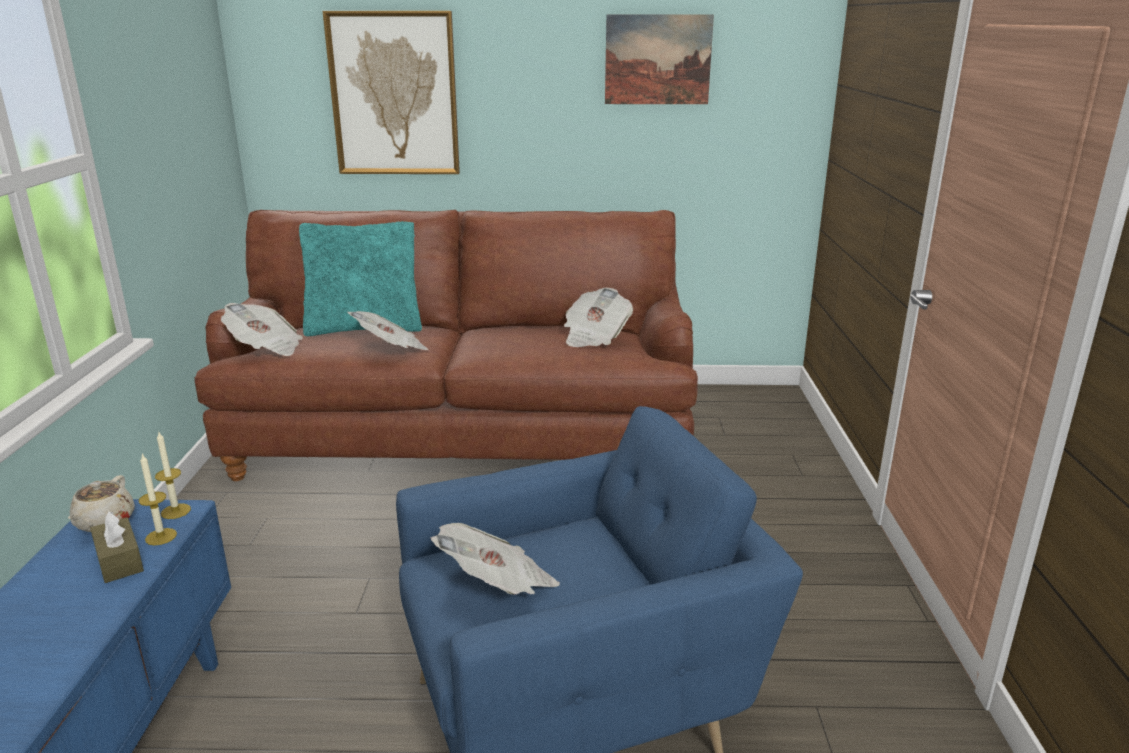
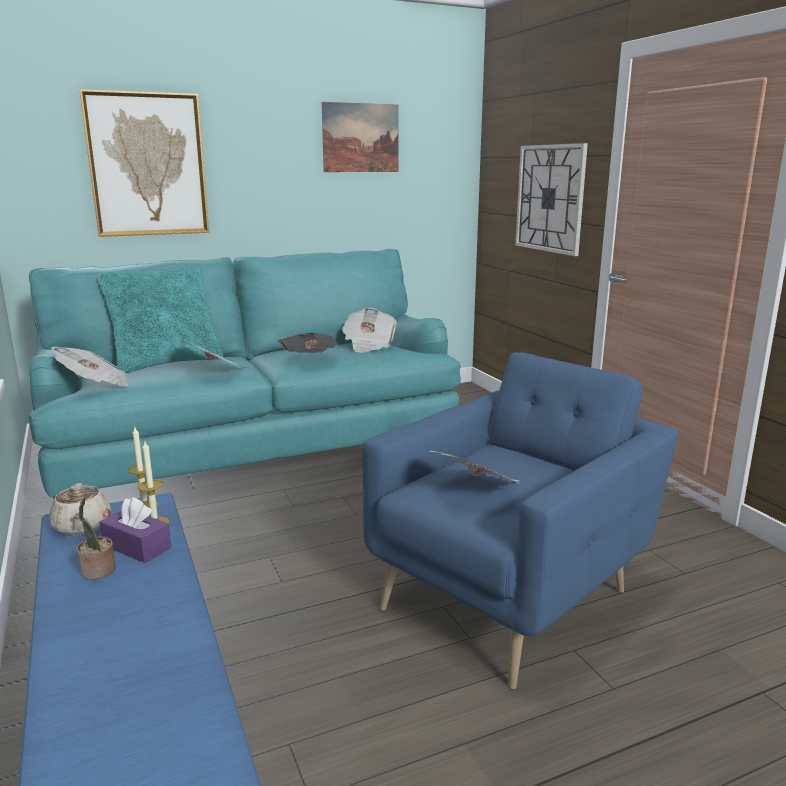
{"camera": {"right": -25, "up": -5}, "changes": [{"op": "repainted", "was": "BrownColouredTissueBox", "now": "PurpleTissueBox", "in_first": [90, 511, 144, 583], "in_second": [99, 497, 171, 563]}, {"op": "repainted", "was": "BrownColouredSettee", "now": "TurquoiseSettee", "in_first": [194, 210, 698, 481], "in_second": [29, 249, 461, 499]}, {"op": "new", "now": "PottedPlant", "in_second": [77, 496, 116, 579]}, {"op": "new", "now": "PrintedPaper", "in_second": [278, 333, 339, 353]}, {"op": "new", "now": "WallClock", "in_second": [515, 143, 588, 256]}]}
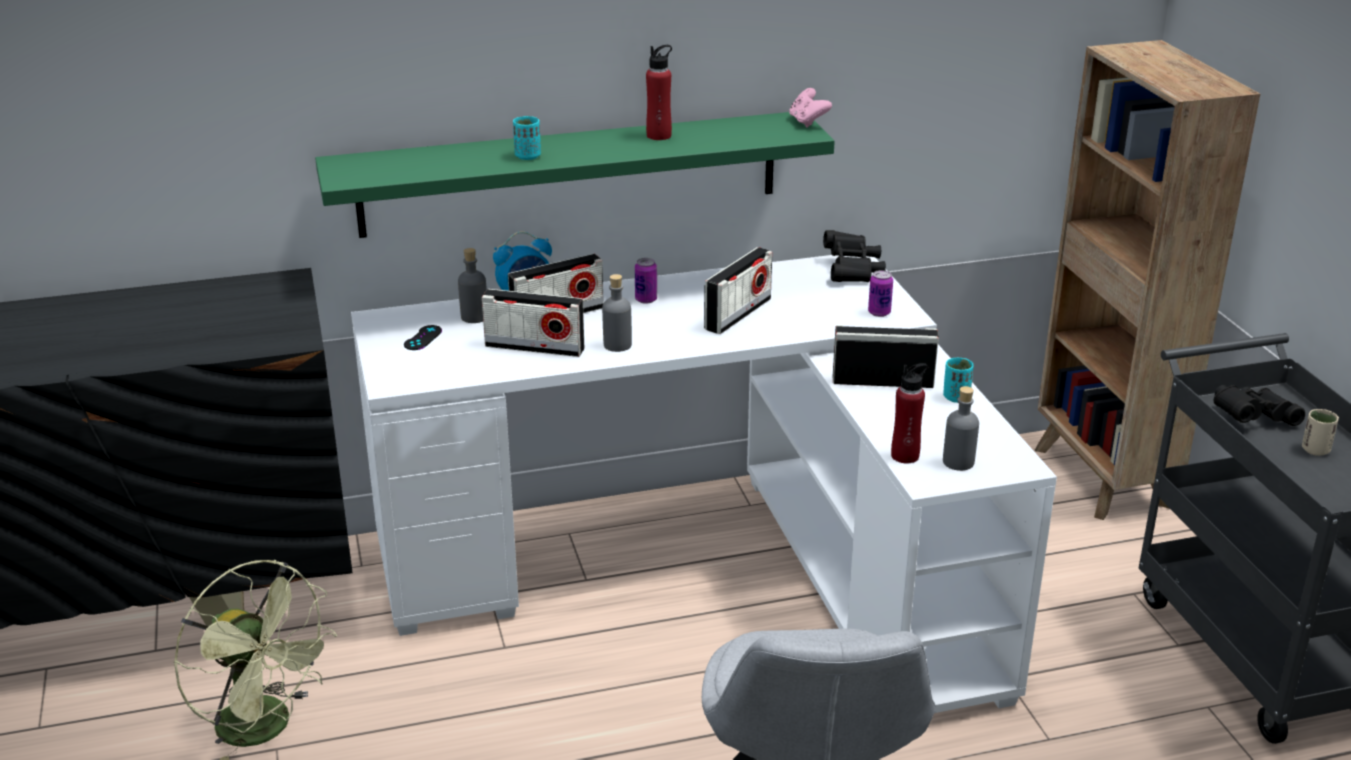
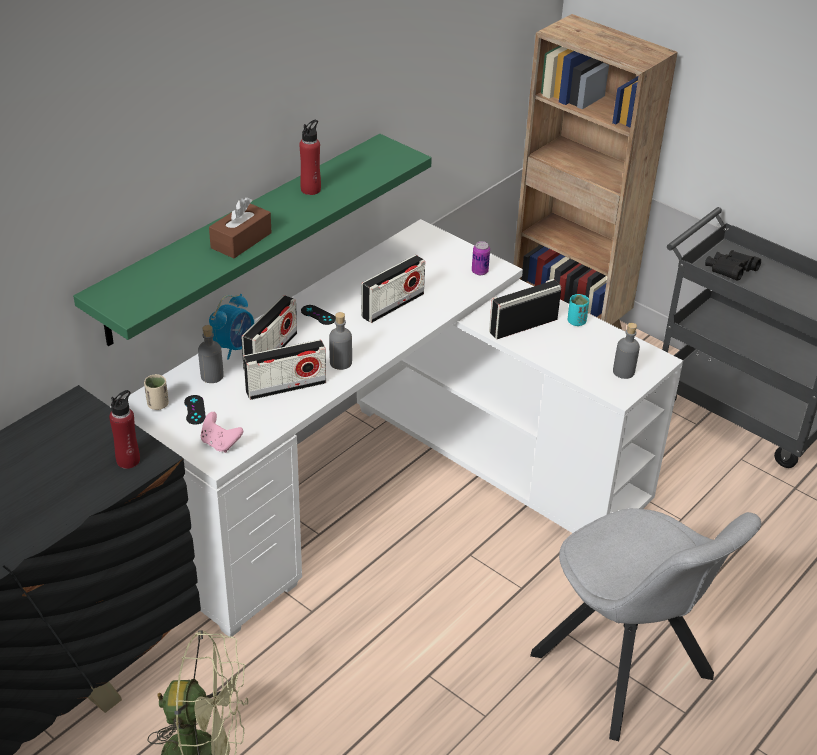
{"camera": {"right": -35, "up": 10}, "changes": [{"op": "swapped", "was": "TurquoiseDrinkingCup", "now": "BrownColouredTissueBox", "in_first": [513, 116, 541, 160], "in_second": [209, 197, 272, 258]}, {"op": "swapped", "was": "Can", "now": "BlackishJoypad", "in_first": [635, 258, 657, 304], "in_second": [301, 305, 336, 325]}, {"op": "rotated", "was": "RadioReceiver", "in_first": [704, 247, 772, 334], "in_second": [361, 255, 425, 323], "clockwise": 45}, {"op": "shifted", "was": "PinkJoypad", "in_first": [789, 88, 832, 128], "in_second": [201, 412, 243, 453]}, {"op": "gone", "was": "BlackishPairOfBinoculars", "in_first": [823, 230, 886, 282]}, {"op": "shifted", "was": "ReddishBottle", "in_first": [891, 363, 928, 464], "in_second": [109, 390, 140, 469]}, {"op": "shifted", "was": "BeigeColouredDrinkingCup", "in_first": [1302, 409, 1339, 456], "in_second": [144, 374, 169, 410]}]}
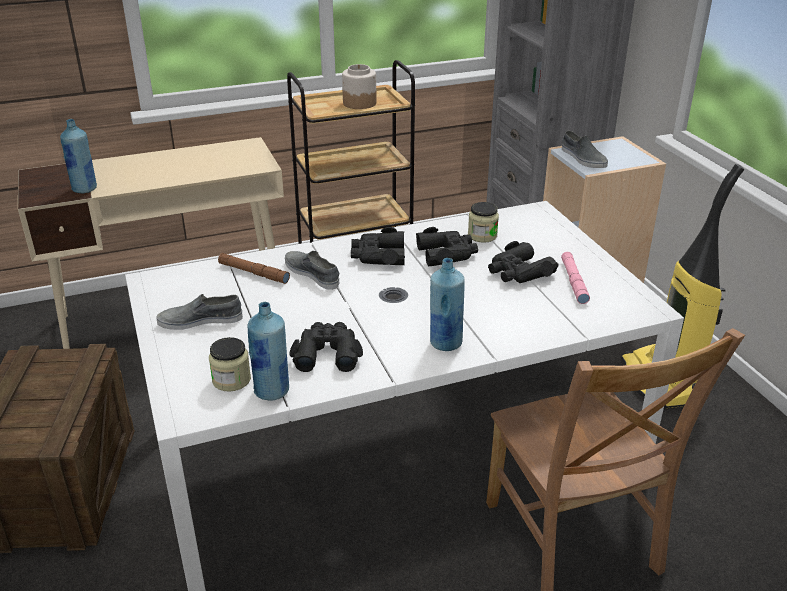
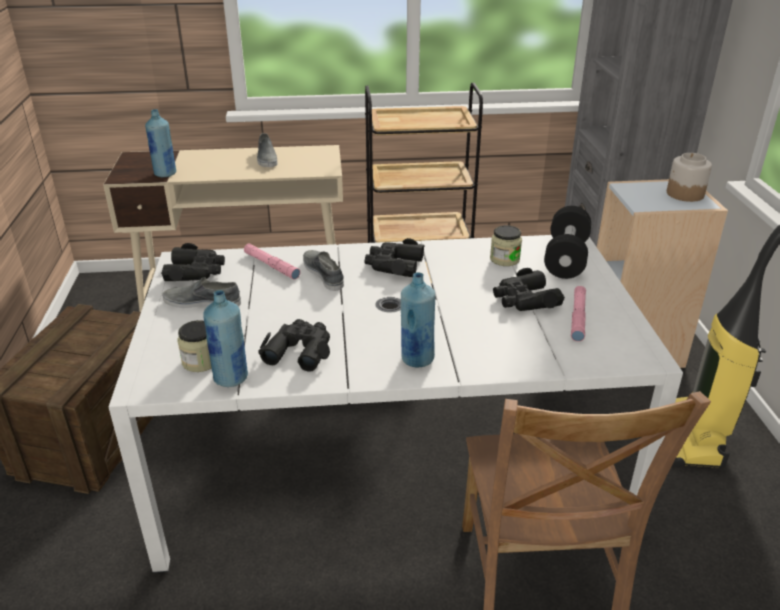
{"camera": {"right": 15, "up": 0}, "changes": [{"op": "repainted", "was": "BrownColouredFlashlight", "now": "PinkFlashlight", "in_first": [218, 253, 290, 284], "in_second": [244, 244, 300, 280]}, {"op": "shifted", "was": "StorageJar", "in_first": [342, 64, 377, 109], "in_second": [667, 153, 712, 202]}, {"op": "shifted", "was": "BlackishPairOfBinoculars", "in_first": [416, 227, 478, 266], "in_second": [161, 243, 225, 281]}, {"op": "shifted", "was": "GreyShoe", "in_first": [562, 131, 608, 168], "in_second": [257, 133, 278, 167]}, {"op": "new", "now": "BlackishDumbbell", "in_second": [544, 206, 591, 279]}]}
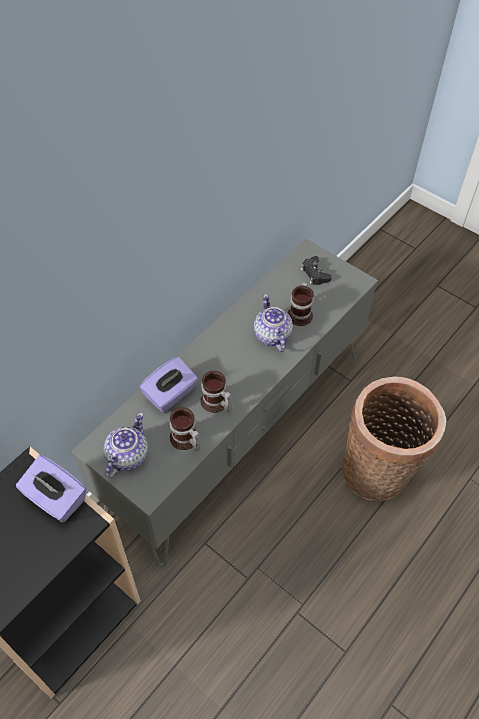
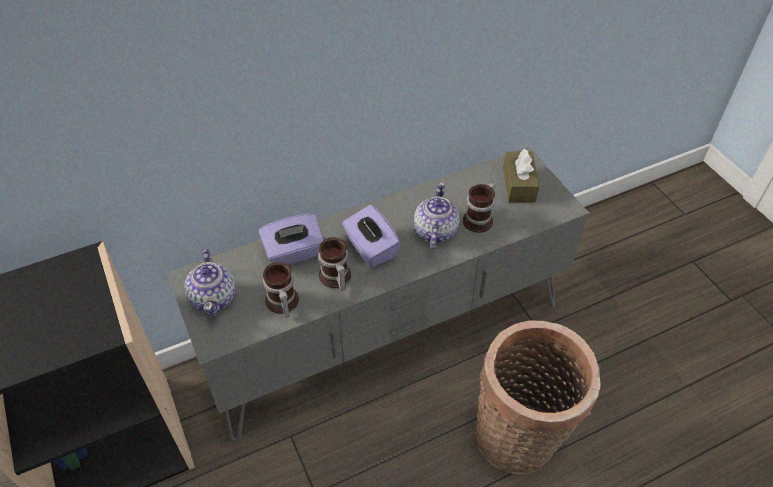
{"camera": {"right": 25, "up": -5}, "changes": [{"op": "shifted", "was": "PurpleTissueBox", "in_first": [16, 455, 87, 523], "in_second": [342, 205, 401, 268]}, {"op": "rotated", "was": "TeaPot", "in_first": [104, 412, 148, 479], "in_second": [184, 250, 236, 317], "clockwise": 120}, {"op": "swapped", "was": "BlackishJoypad", "now": "BrownColouredTissueBox", "in_first": [301, 256, 332, 285], "in_second": [503, 148, 539, 203]}]}
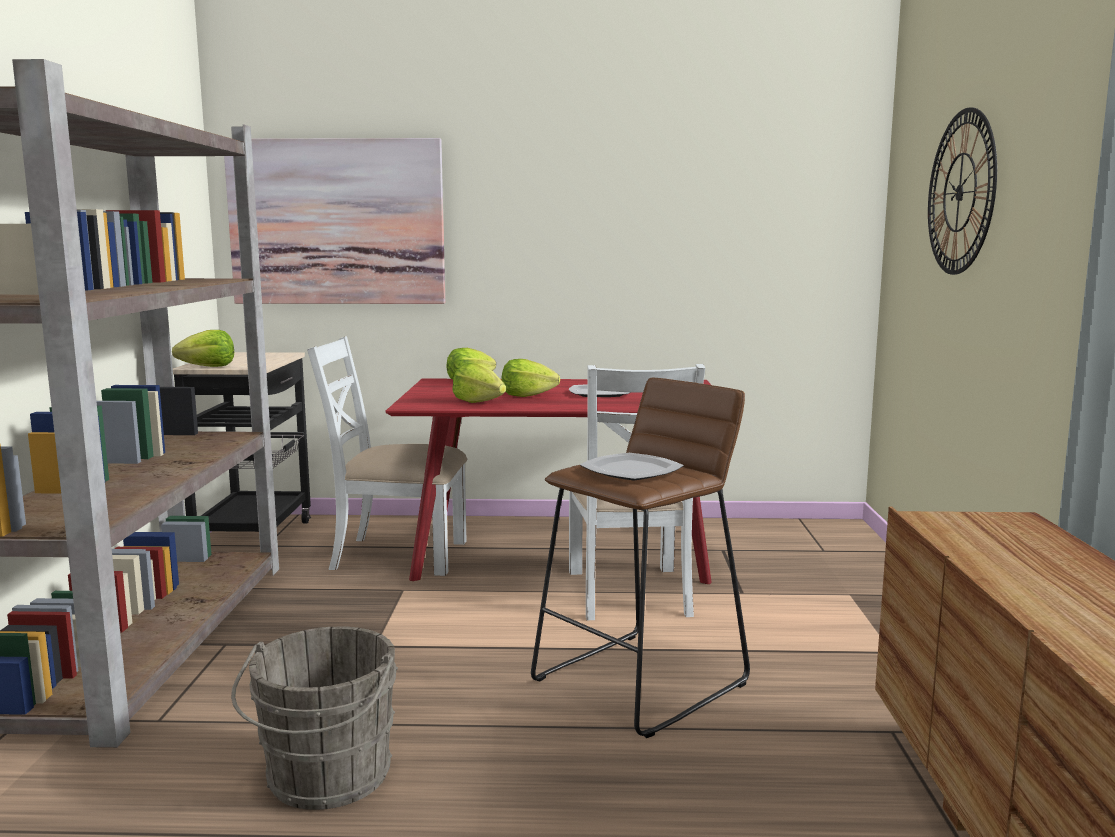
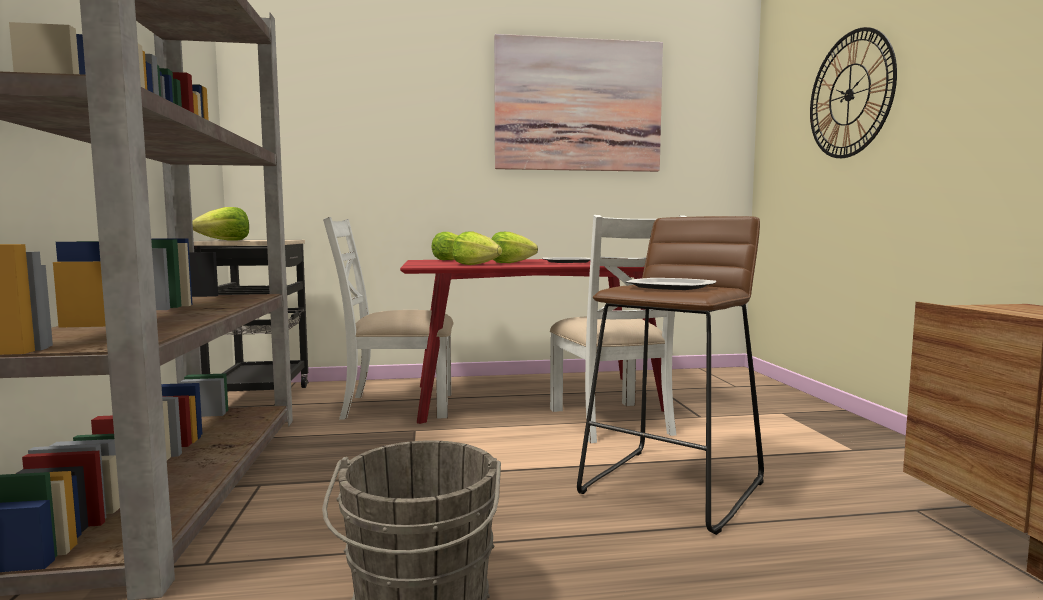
{"camera": {"right": -10, "up": -5}, "changes": [{"op": "shifted", "was": "Picture", "in_first": [224, 138, 445, 304], "in_second": [494, 34, 663, 172]}]}
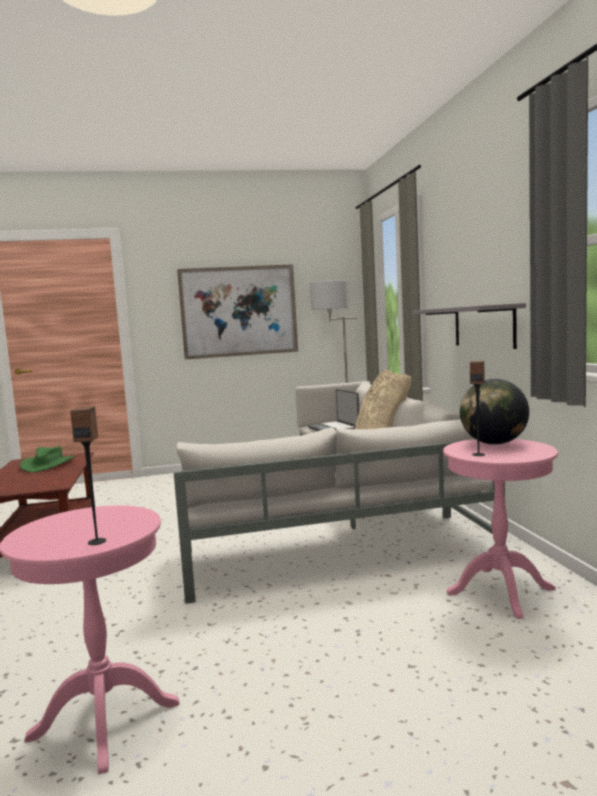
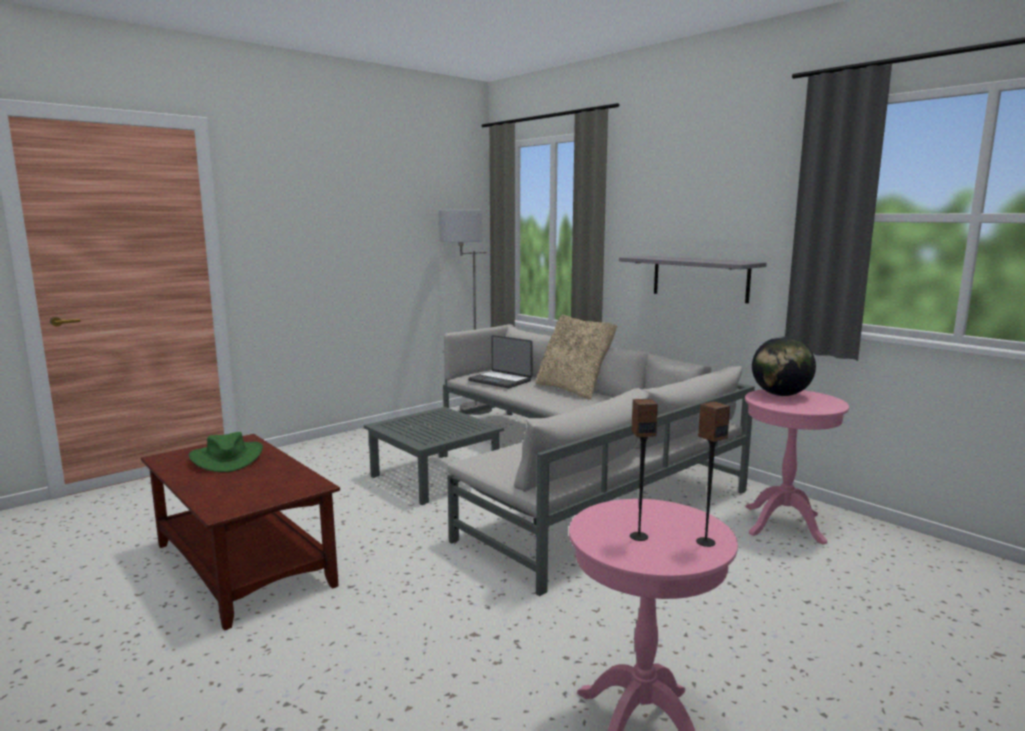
{"camera": {"right": -30, "up": 5}, "changes": [{"op": "gone", "was": "Picture", "in_first": [177, 264, 298, 359]}, {"op": "shifted", "was": "AudioSpeaker", "in_first": [470, 361, 485, 456], "in_second": [630, 399, 658, 541]}]}
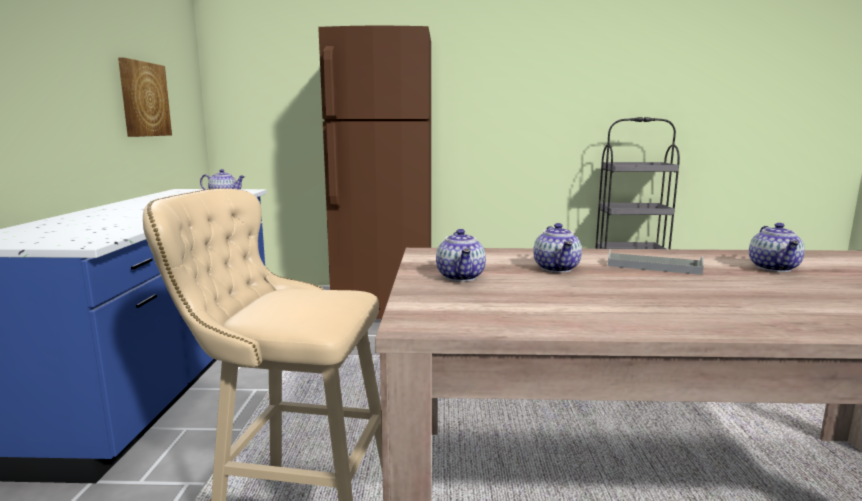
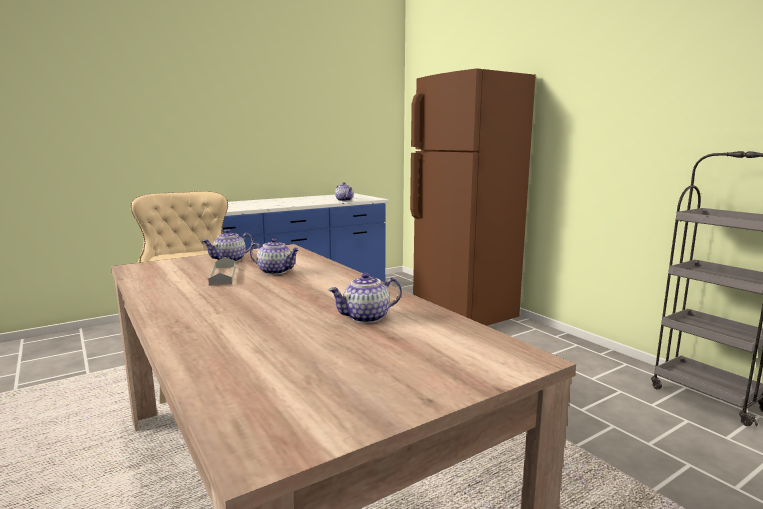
{"camera": {"right": 55, "up": 0}, "changes": [{"op": "gone", "was": "Picture", "in_first": [118, 58, 172, 137]}, {"op": "rotated", "was": "TeaPot", "in_first": [533, 223, 582, 273], "in_second": [250, 238, 300, 275], "clockwise": -120}, {"op": "shifted", "was": "GreyServingTray", "in_first": [608, 249, 704, 275], "in_second": [208, 257, 236, 286]}]}
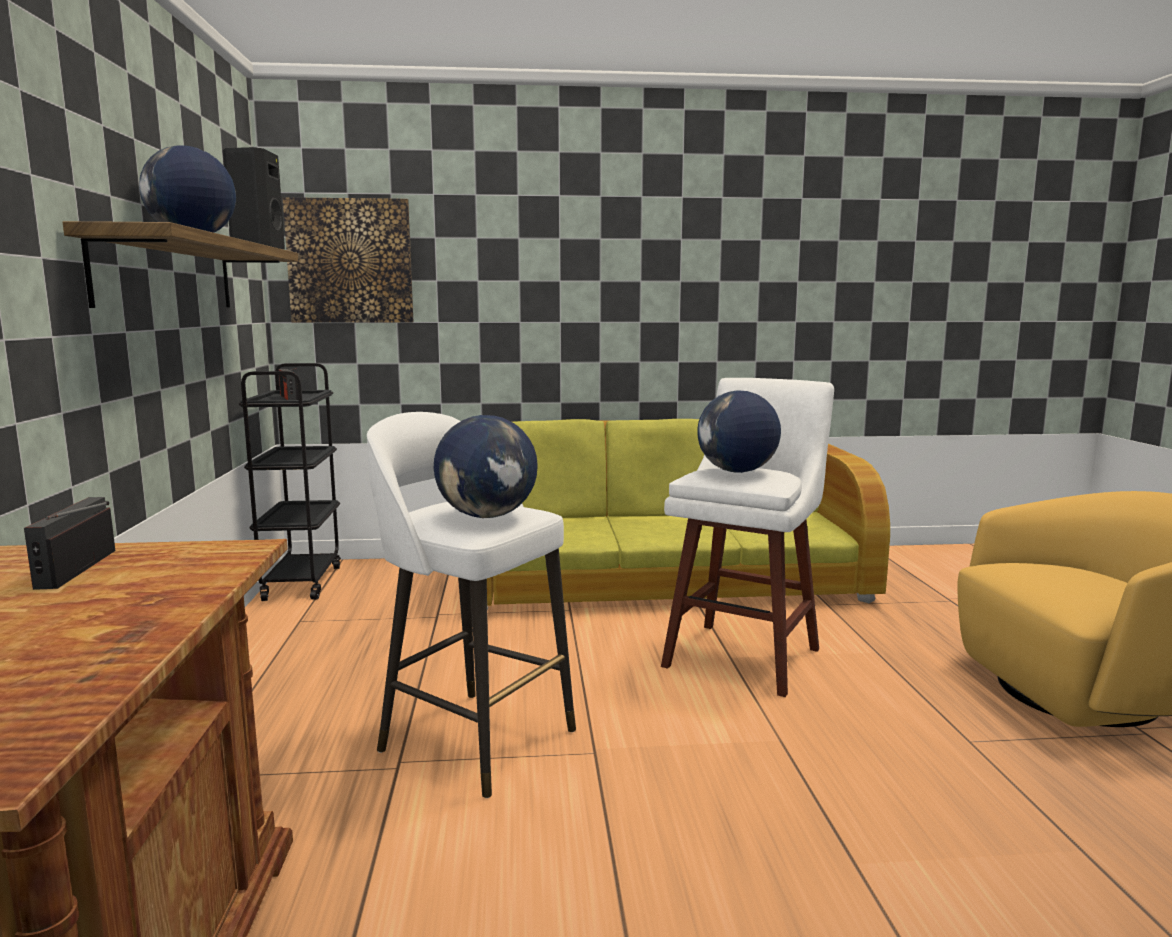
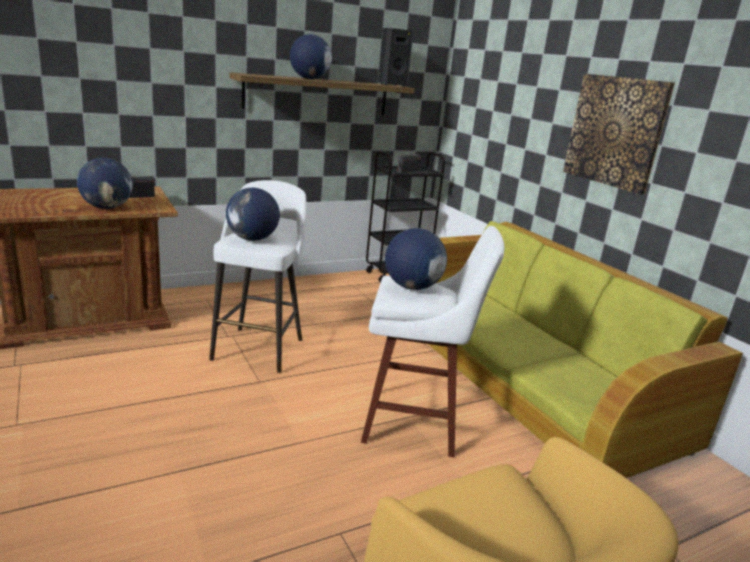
{"camera": {"right": 65, "up": 10}, "changes": [{"op": "shifted", "was": "Picture", "in_first": [283, 197, 413, 323], "in_second": [563, 74, 675, 195]}, {"op": "new", "now": "DeskGlobe", "in_second": [77, 158, 133, 209]}]}
